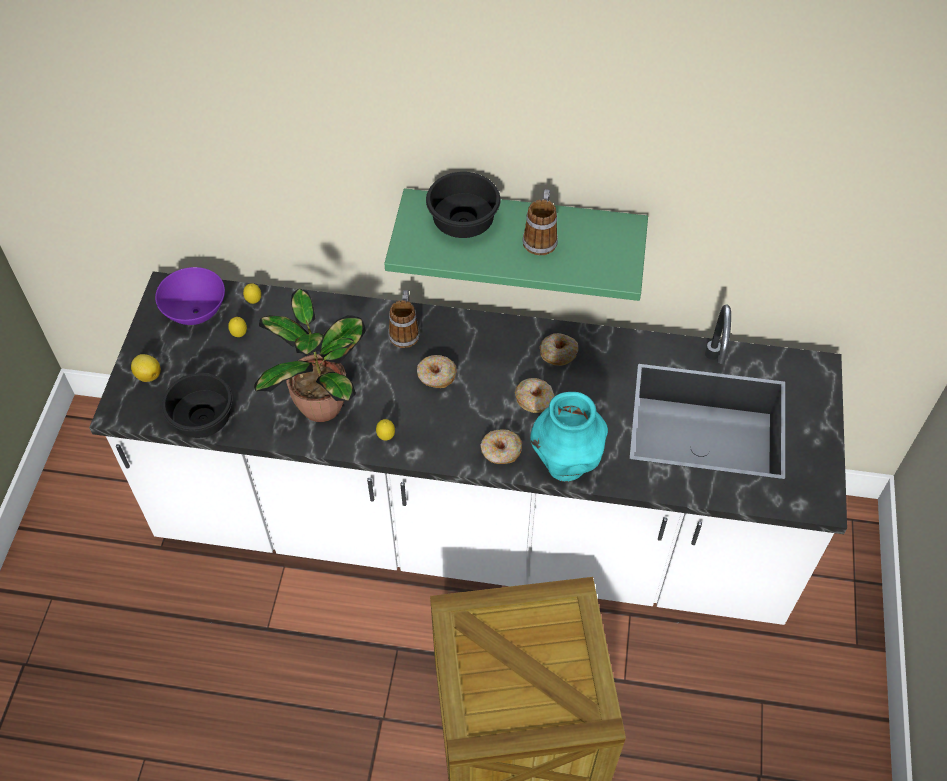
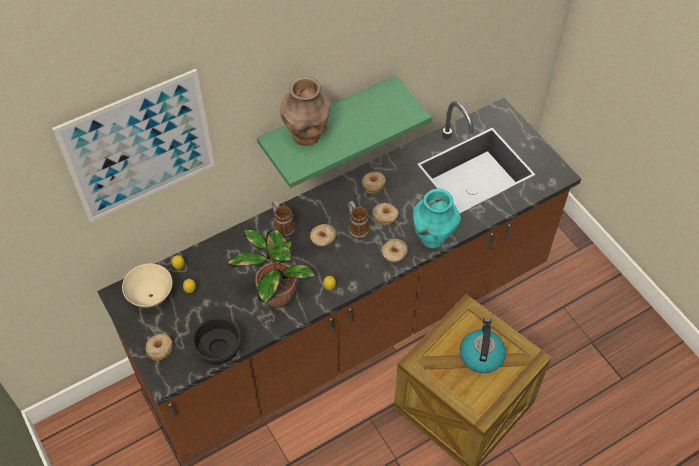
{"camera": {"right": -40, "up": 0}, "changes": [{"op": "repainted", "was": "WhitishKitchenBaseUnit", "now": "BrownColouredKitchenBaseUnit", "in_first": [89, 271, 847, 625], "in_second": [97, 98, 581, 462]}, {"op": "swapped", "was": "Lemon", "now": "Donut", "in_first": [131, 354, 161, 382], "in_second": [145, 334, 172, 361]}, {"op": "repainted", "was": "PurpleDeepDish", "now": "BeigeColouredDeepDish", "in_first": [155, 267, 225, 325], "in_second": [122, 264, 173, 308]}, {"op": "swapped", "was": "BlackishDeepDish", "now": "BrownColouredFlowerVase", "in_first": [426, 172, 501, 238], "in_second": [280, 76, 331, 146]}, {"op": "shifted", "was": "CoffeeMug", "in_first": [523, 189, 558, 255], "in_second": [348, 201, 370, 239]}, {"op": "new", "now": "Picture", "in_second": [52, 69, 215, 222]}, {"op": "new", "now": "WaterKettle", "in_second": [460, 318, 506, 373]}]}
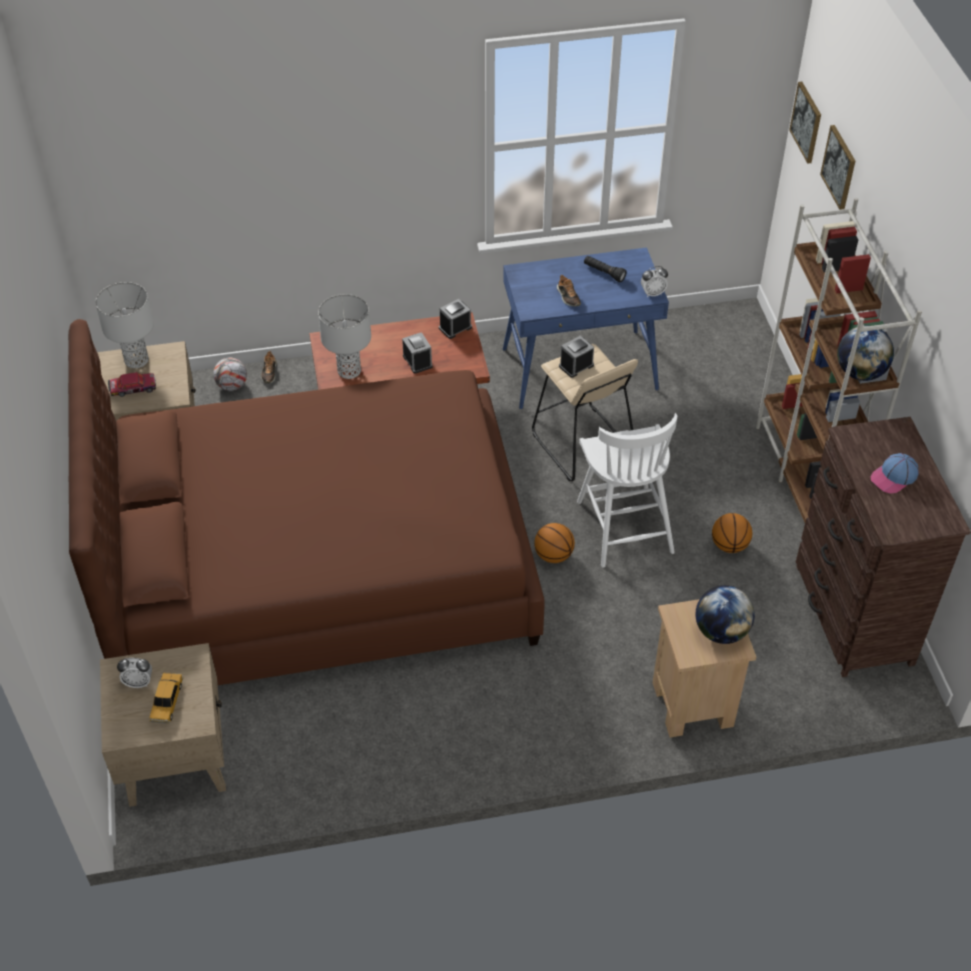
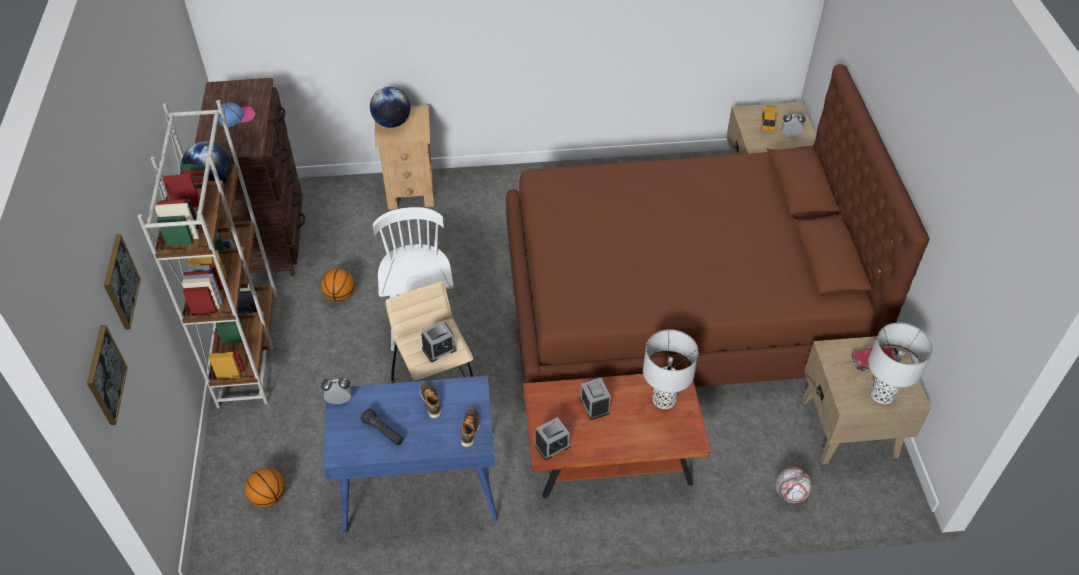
{"camera": {"right": -175, "up": 0}, "changes": [{"op": "shifted", "was": "Shoe", "in_first": [261, 351, 277, 383], "in_second": [461, 408, 480, 447]}, {"op": "shifted", "was": "BasketballBall", "in_first": [534, 523, 575, 563], "in_second": [245, 468, 285, 507]}]}
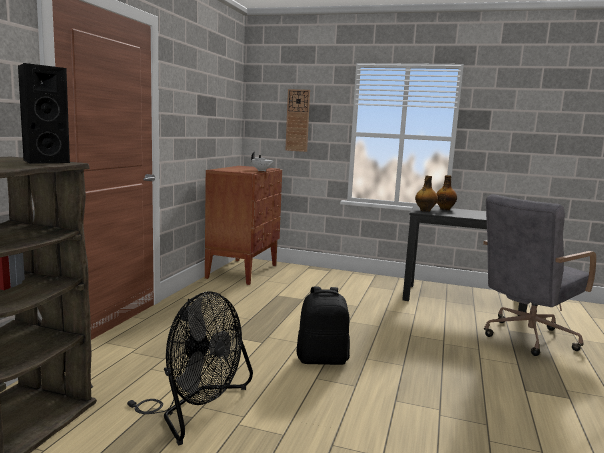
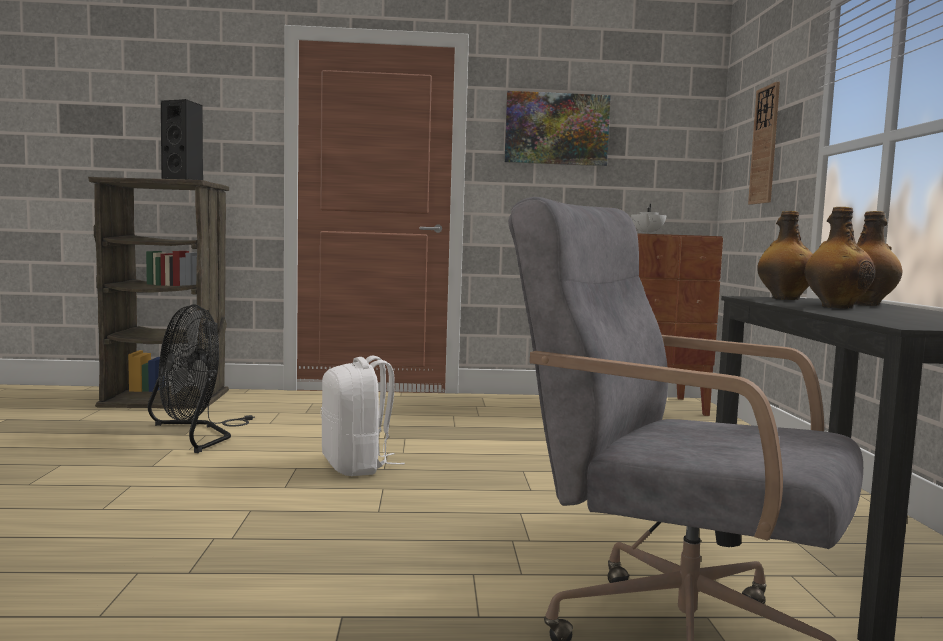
{"camera": {"right": 70, "up": -5}, "changes": [{"op": "rotated", "was": "BlackishFan", "in_first": [127, 291, 253, 446], "in_second": [148, 304, 254, 453], "clockwise": 45}, {"op": "repainted", "was": "BlackishRucksack", "now": "WhitishRucksack", "in_first": [297, 287, 350, 365], "in_second": [321, 356, 405, 476]}, {"op": "new", "now": "Picture", "in_second": [504, 91, 611, 166]}, {"op": "new", "now": "Bottle", "in_second": [804, 207, 875, 309]}]}
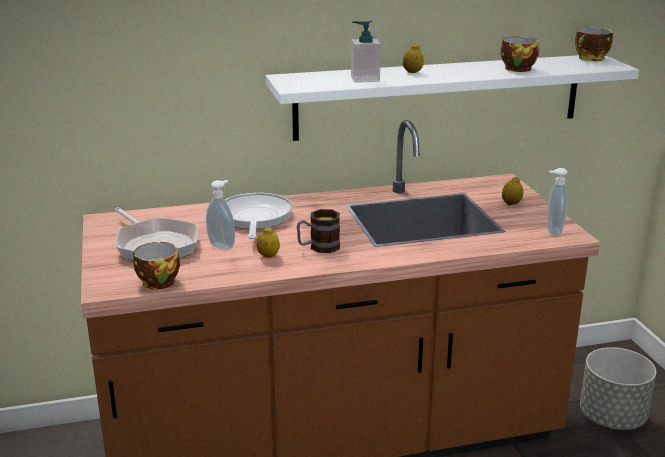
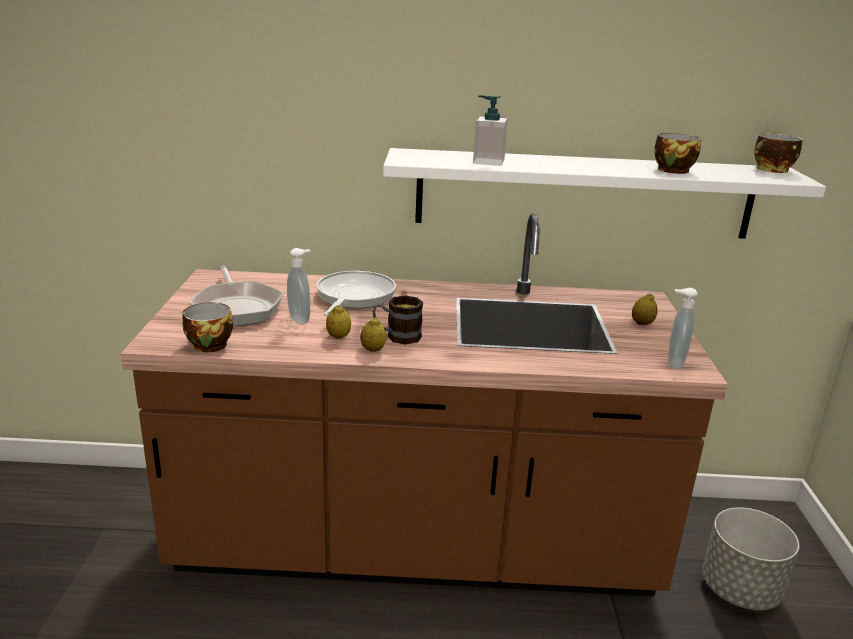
{"camera": {"right": 15, "up": 0}, "changes": [{"op": "shifted", "was": "Lemon", "in_first": [403, 43, 424, 73], "in_second": [360, 317, 387, 352]}]}
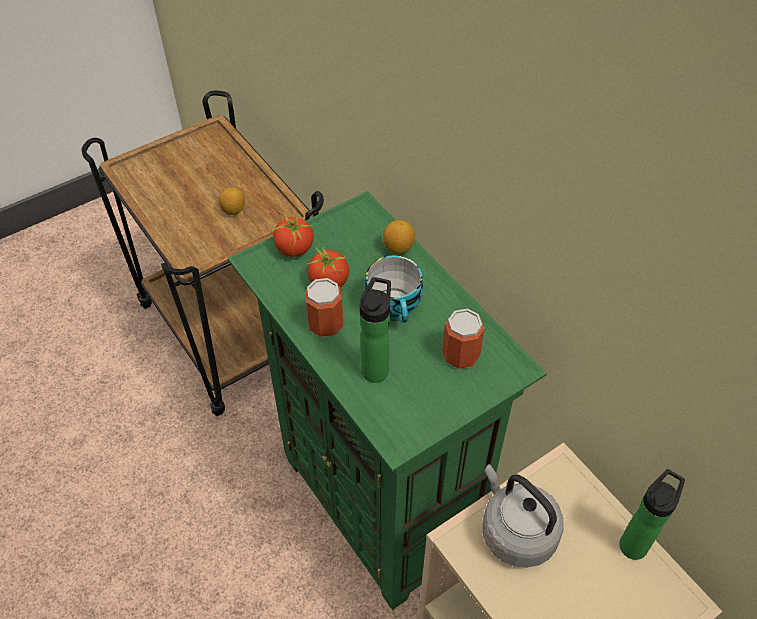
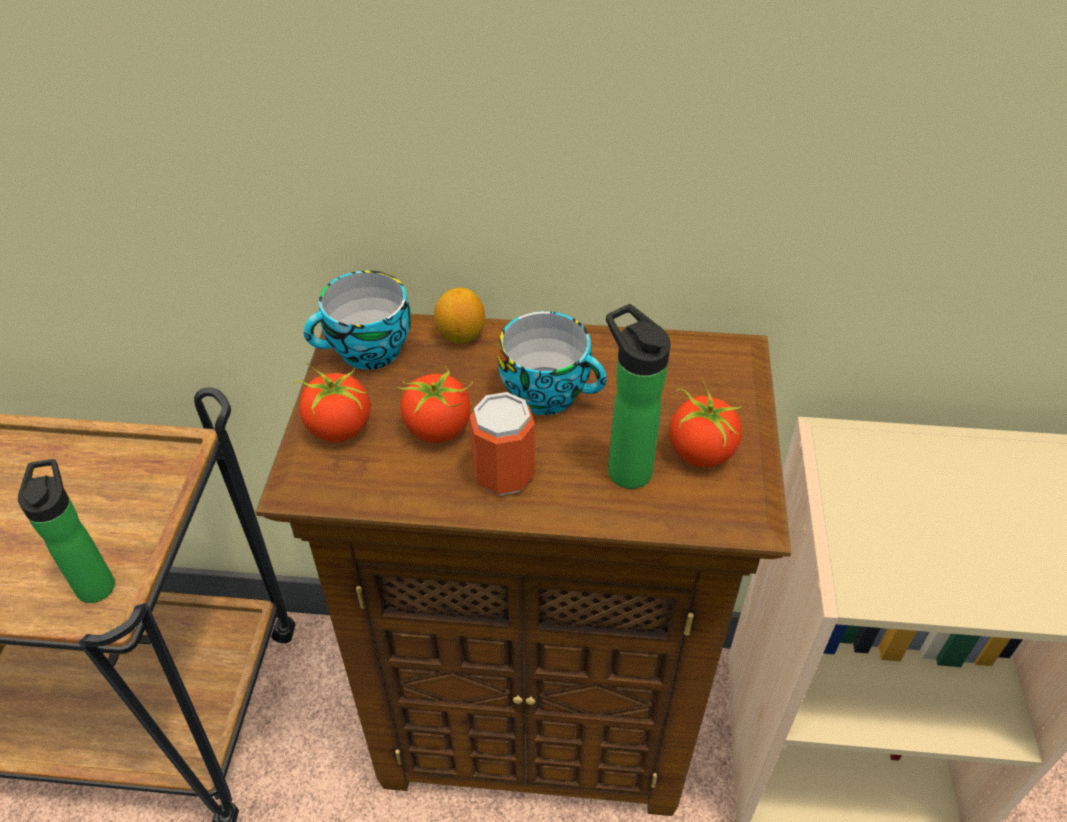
{"camera": {"right": -50, "up": -5}, "changes": [{"op": "gone", "was": "Lemon", "in_first": [219, 187, 245, 215]}, {"op": "repainted", "was": "GreenishCabinet", "now": "BrownColouredCabinet", "in_first": [228, 191, 547, 610], "in_second": [256, 314, 791, 816]}, {"op": "gone", "was": "Can", "in_first": [442, 309, 485, 369]}, {"op": "gone", "was": "GreyWaterKettle", "in_first": [482, 464, 564, 568]}, {"op": "shifted", "was": "Bottle", "in_first": [619, 469, 685, 560], "in_second": [18, 459, 115, 603]}, {"op": "new", "now": "DrinkingCup", "in_second": [304, 270, 411, 370]}, {"op": "new", "now": "WholeTomato", "in_second": [669, 378, 743, 467]}]}
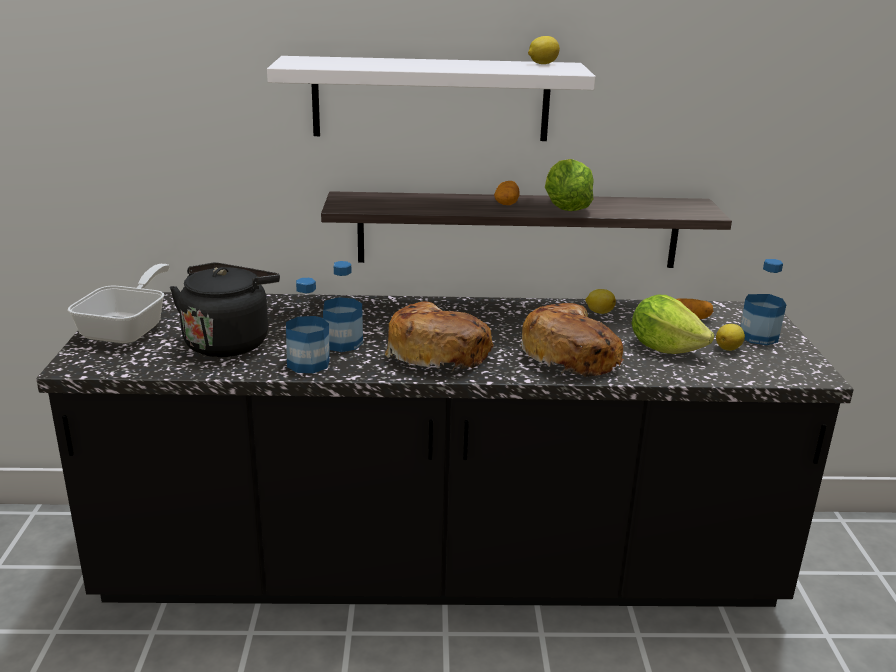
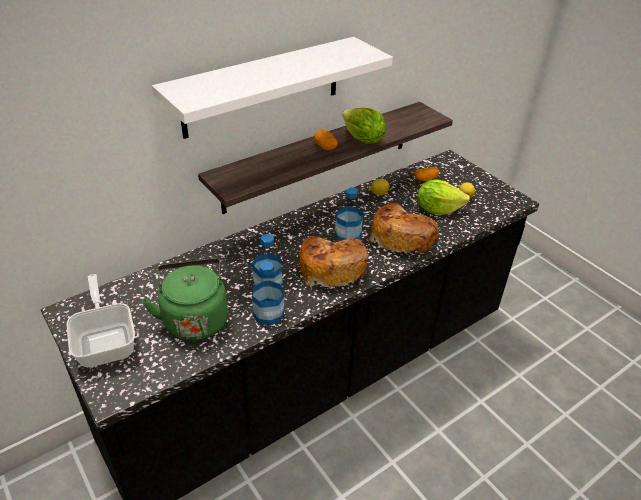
{"camera": {"right": -35, "up": 15}, "changes": [{"op": "repainted", "was": "BlackishWaterKettle", "now": "GreenishWaterKettle", "in_first": [170, 263, 280, 357], "in_second": [142, 258, 228, 341]}, {"op": "gone", "was": "Lemon", "in_first": [528, 36, 560, 64]}, {"op": "shifted", "was": "Bottle", "in_first": [740, 259, 787, 345], "in_second": [335, 187, 363, 241]}]}
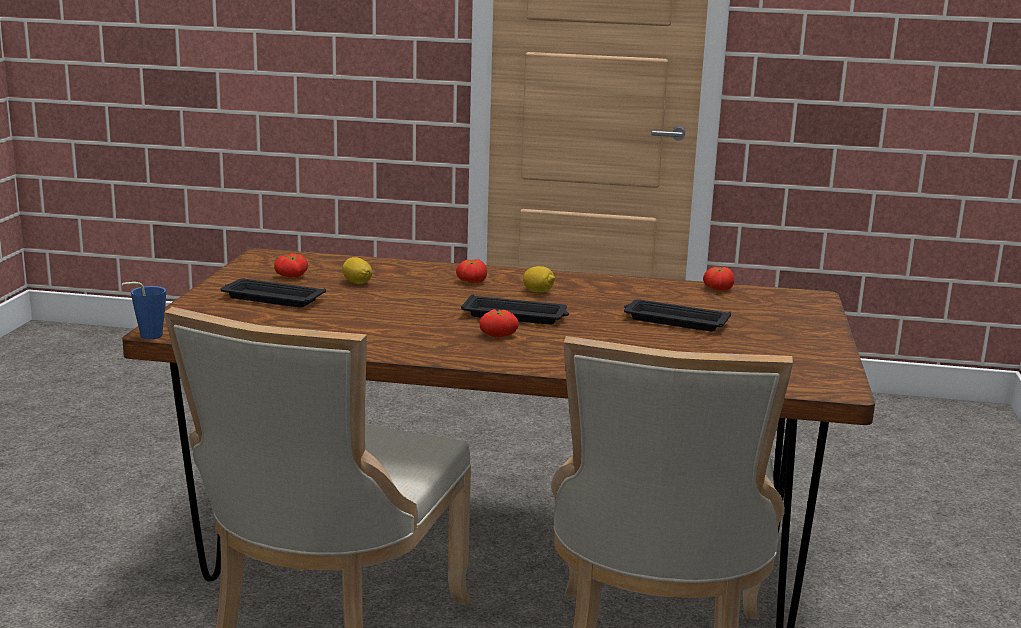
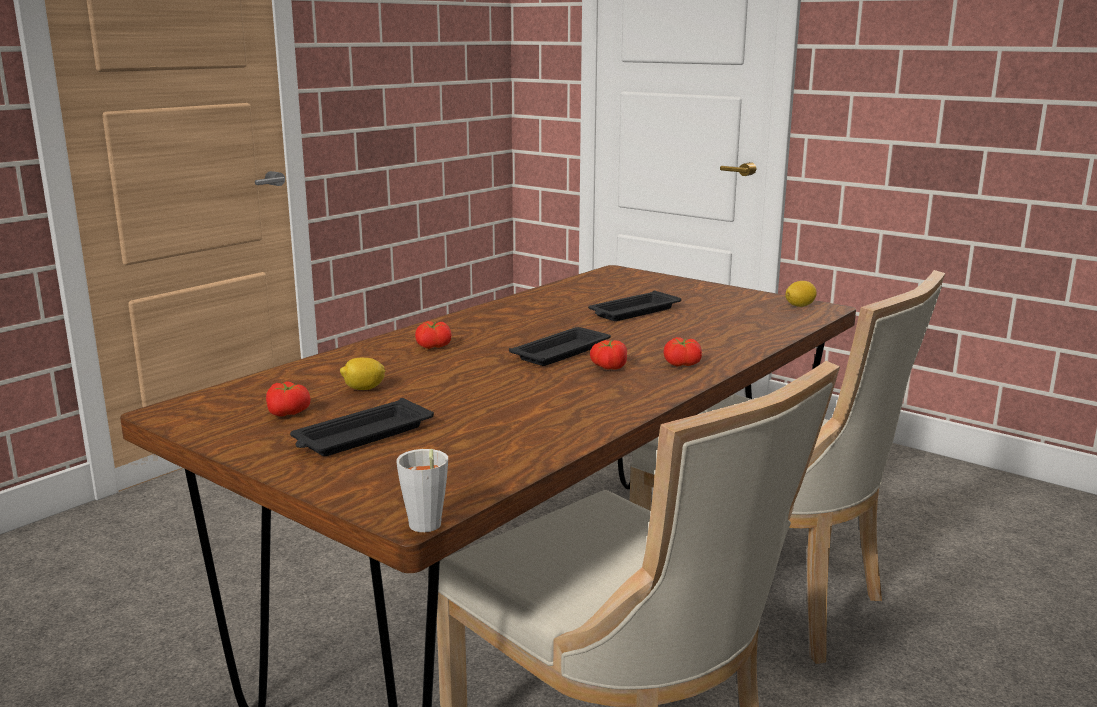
{"camera": {"right": -60, "up": 0}, "changes": [{"op": "repainted", "was": "BlueDrinkingCup", "now": "GreyDrinkingCup", "in_first": [122, 282, 166, 340], "in_second": [396, 449, 448, 532]}, {"op": "shifted", "was": "Lemon", "in_first": [523, 266, 555, 292], "in_second": [785, 281, 817, 307]}, {"op": "shifted", "was": "WholeTomato", "in_first": [703, 267, 735, 291], "in_second": [664, 337, 702, 366]}]}
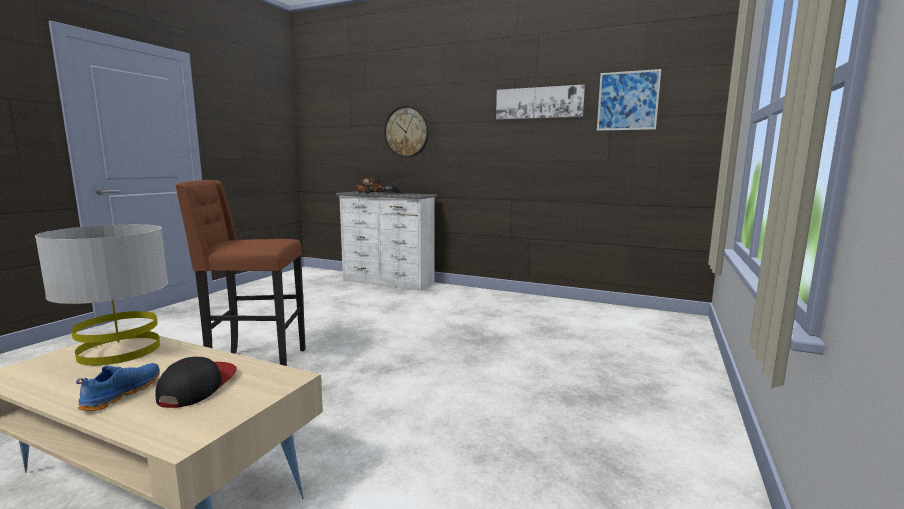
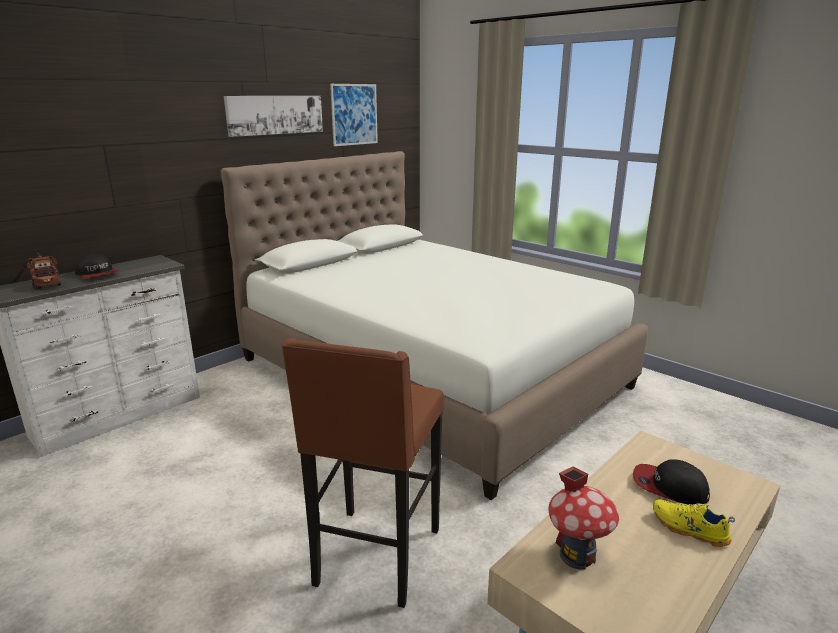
{"camera": {"right": -70, "up": 10}, "changes": [{"op": "swapped", "was": "GreyTabletopLamp", "now": "MiniatureHouse", "in_first": [35, 224, 168, 366], "in_second": [549, 466, 619, 570]}, {"op": "repainted", "was": "BlueShoe", "now": "YellowishShoe", "in_first": [76, 363, 160, 411], "in_second": [653, 499, 735, 547]}, {"op": "gone", "was": "WallClock", "in_first": [384, 106, 429, 158]}, {"op": "new", "now": "WhitishSleepingBed", "in_second": [221, 151, 648, 500]}]}
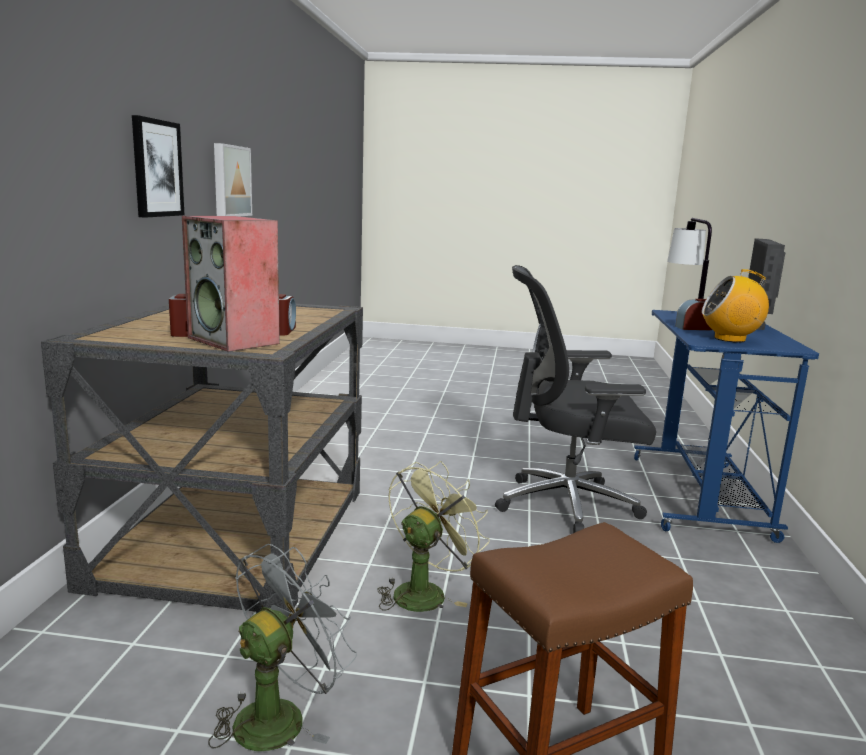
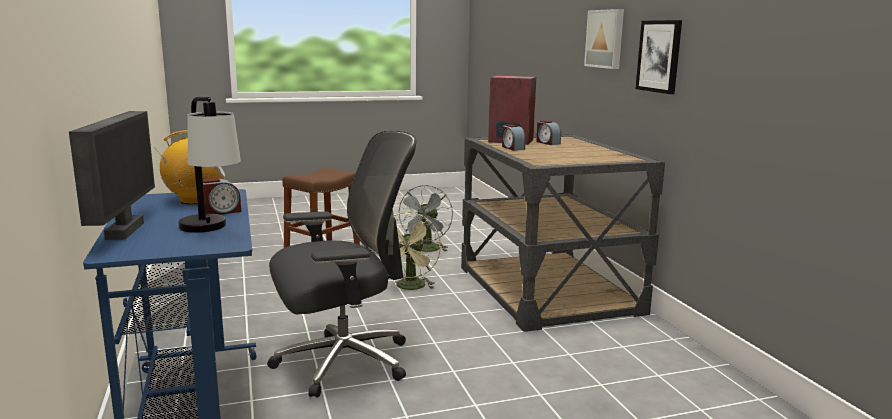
{"camera": {"right": 155, "up": 0}, "changes": [{"op": "shifted", "was": "Picture", "in_first": [214, 143, 252, 216], "in_second": [584, 9, 624, 69]}]}
